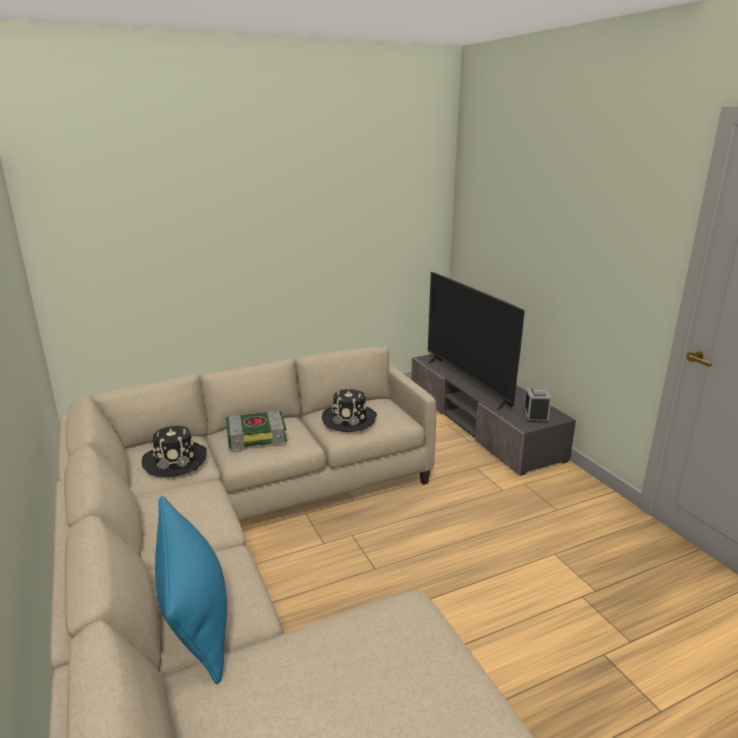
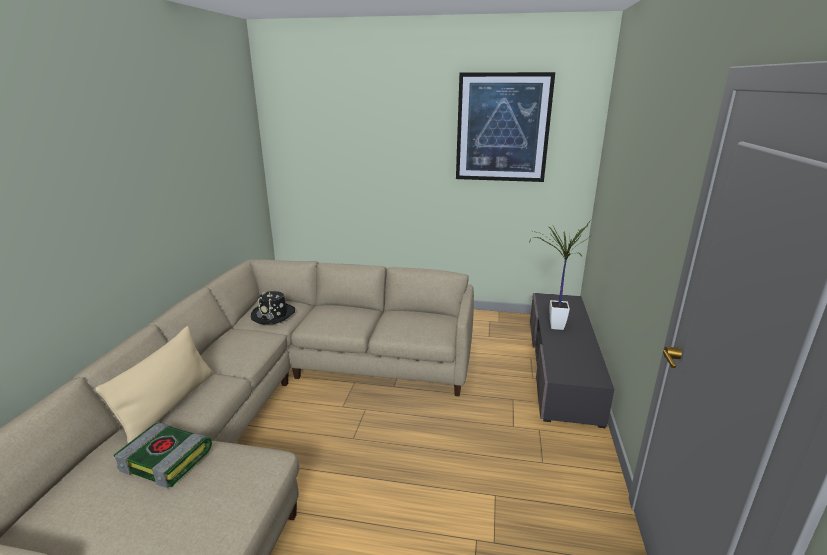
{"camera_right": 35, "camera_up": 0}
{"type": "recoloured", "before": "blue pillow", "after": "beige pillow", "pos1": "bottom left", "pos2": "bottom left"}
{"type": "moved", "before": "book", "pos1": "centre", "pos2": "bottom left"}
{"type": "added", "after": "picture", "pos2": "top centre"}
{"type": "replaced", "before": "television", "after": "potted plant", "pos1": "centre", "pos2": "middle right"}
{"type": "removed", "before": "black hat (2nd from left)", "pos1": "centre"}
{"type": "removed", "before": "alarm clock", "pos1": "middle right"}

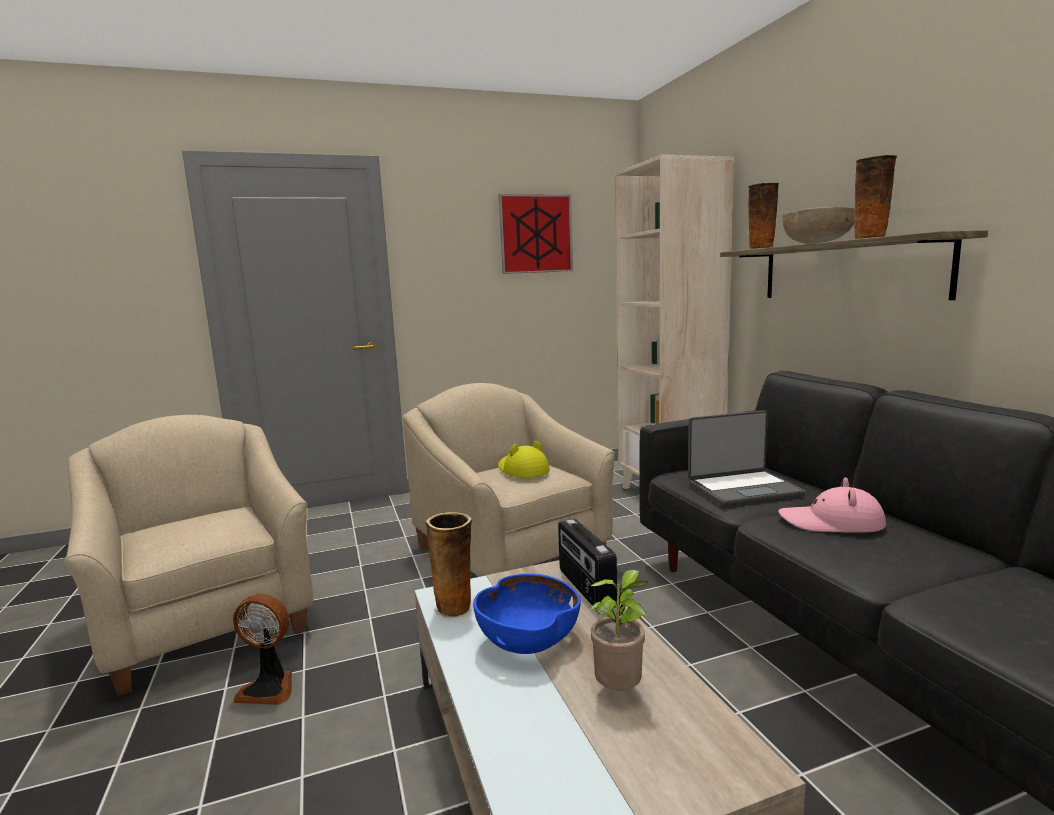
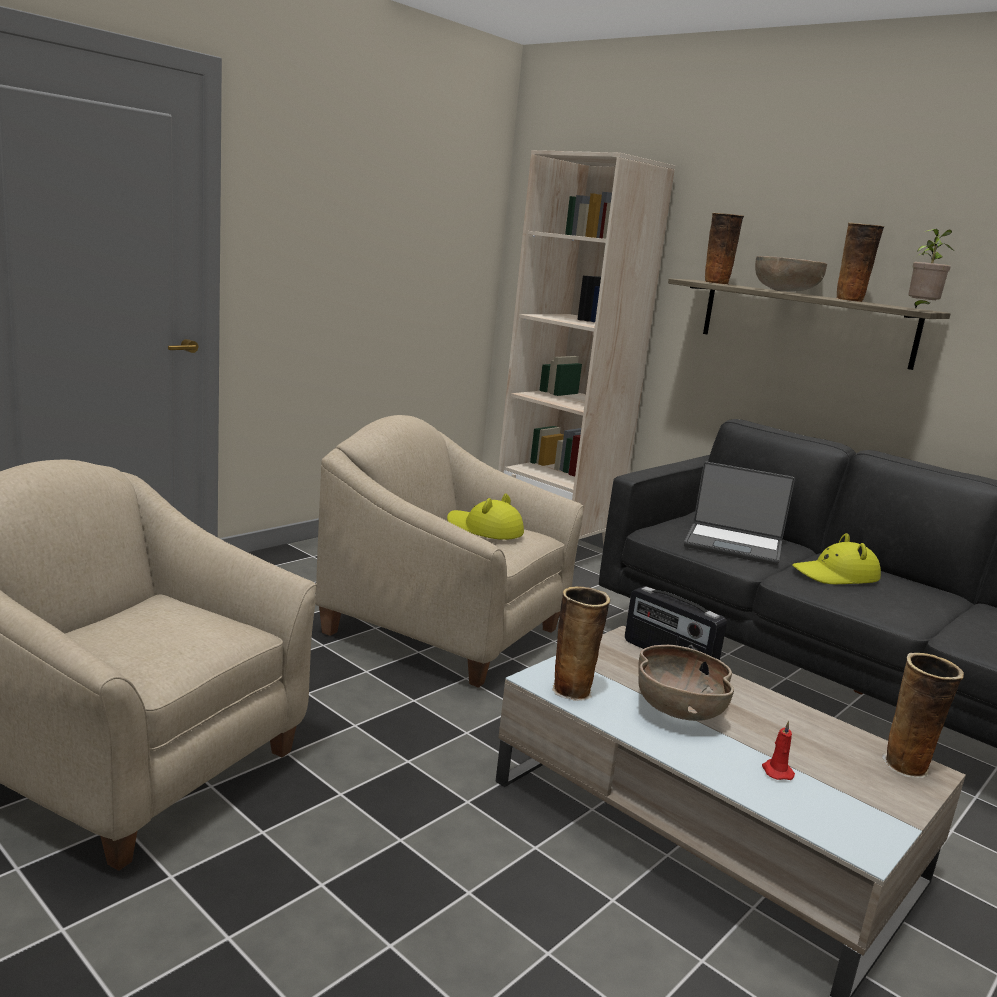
{"camera_right": -30, "camera_up": 5}
{"type": "recoloured", "before": "blue bowl", "after": "brown bowl (1st from left)", "pos1": "bottom centre", "pos2": "bottom right"}
{"type": "turned", "before": "laptop", "pos1": "middle right", "pos2": "middle right", "turn": 60}
{"type": "added", "after": "red candle", "pos2": "bottom right"}
{"type": "recoloured", "before": "pink hat", "after": "yellow hat (2nd from left)", "pos1": "middle right", "pos2": "middle right"}
{"type": "added", "after": "vase (4th from left)", "pos2": "bottom right"}
{"type": "moved", "before": "potted plant", "pos1": "bottom centre", "pos2": "top right"}
{"type": "removed", "before": "fan", "pos1": "bottom left"}
{"type": "removed", "before": "picture", "pos1": "top centre"}

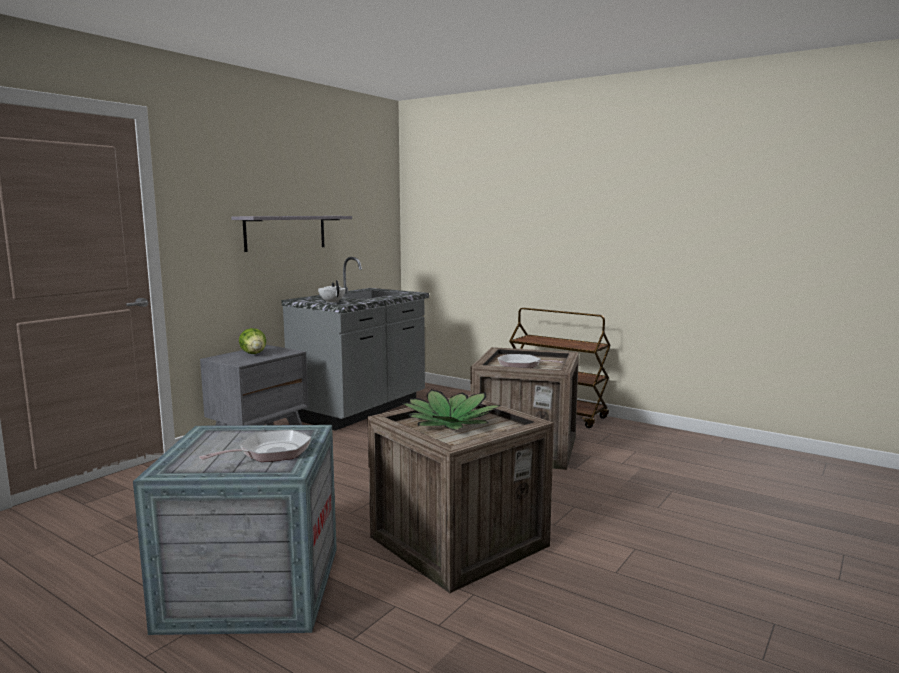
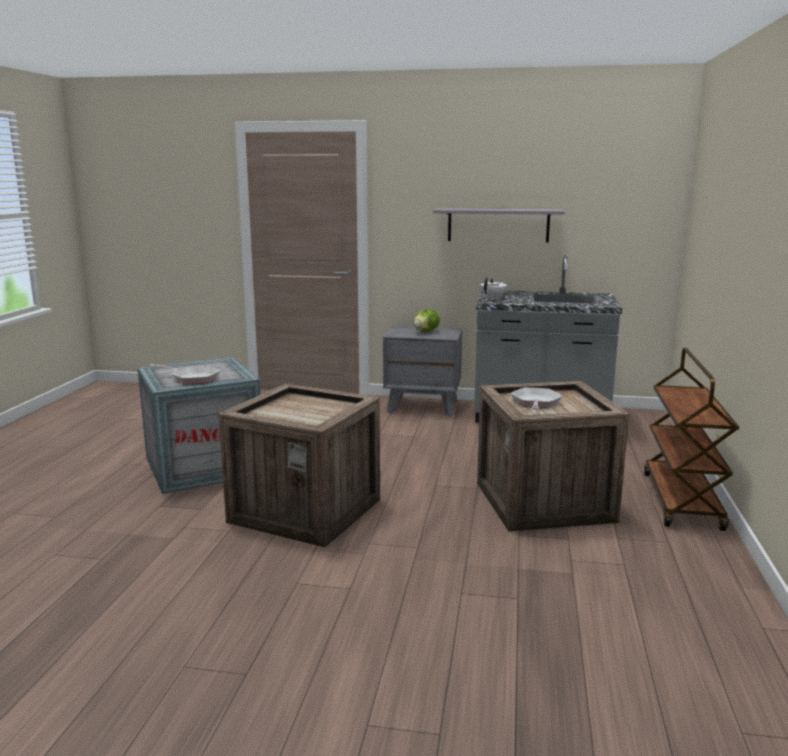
{"camera_right": 65, "camera_up": 5}
{"type": "removed", "before": "potted plant", "pos1": "centre"}

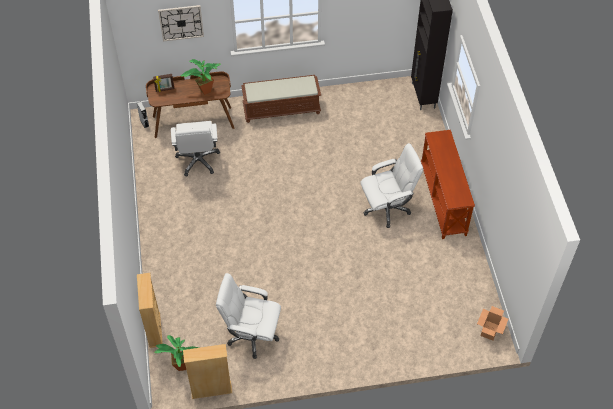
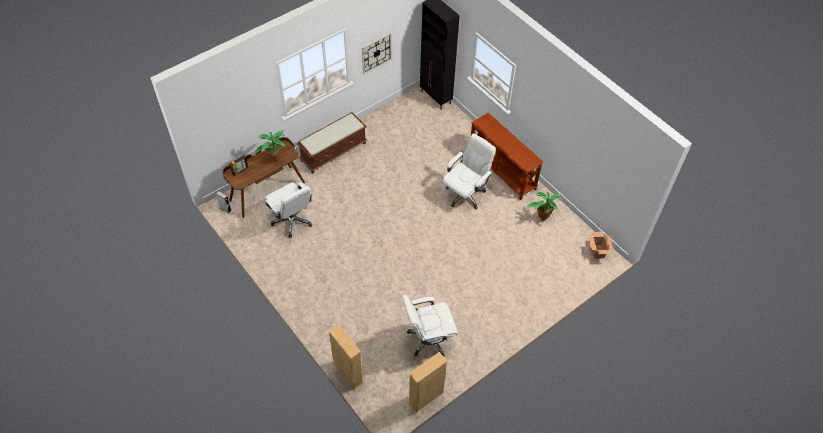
{"camera_right": -30, "camera_up": 0}
{"type": "moved", "before": "wall clock", "pos1": "top left", "pos2": "top centre"}
{"type": "moved", "before": "potted plant (1st from left in the first image)", "after": "potted plant (2nd from left)", "pos1": "bottom left", "pos2": "centre"}

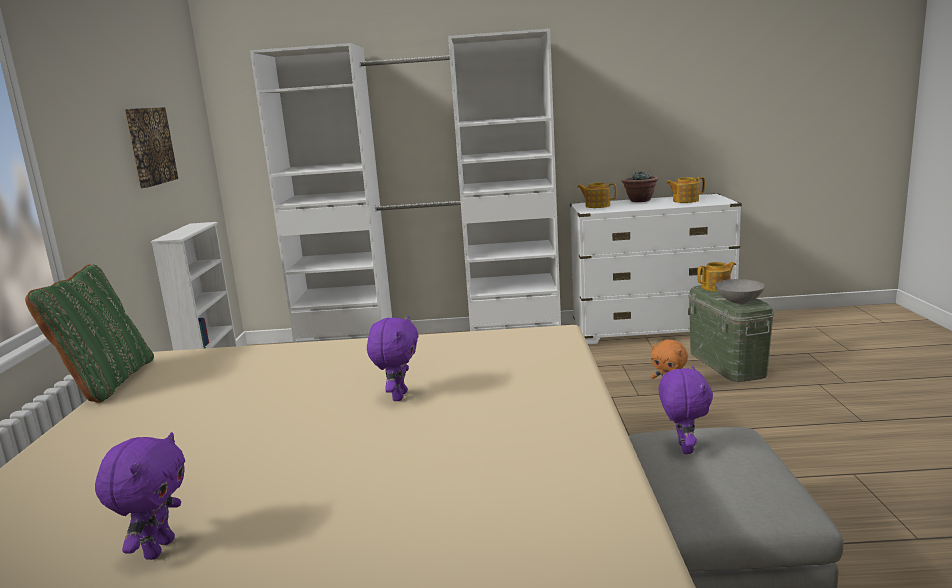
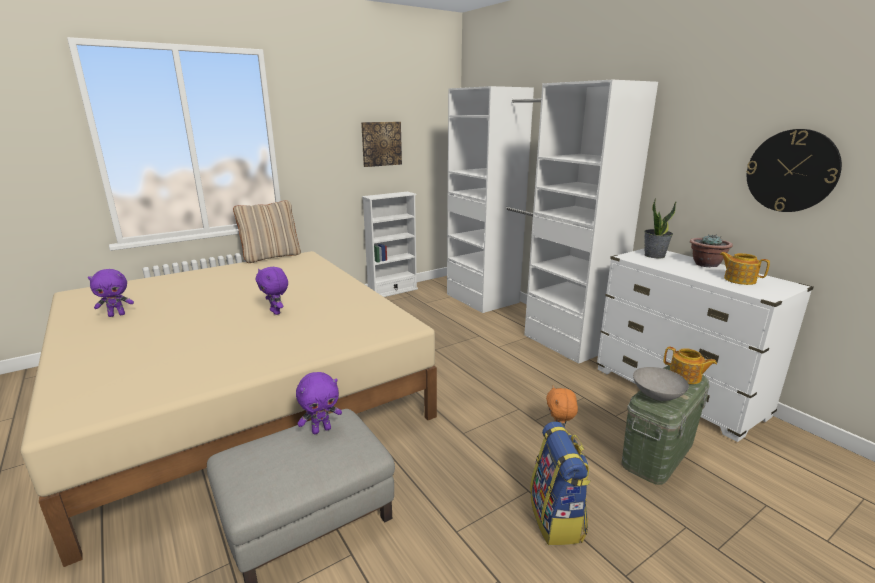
{"camera_right": 55, "camera_up": 5}
{"type": "recoloured", "before": "green pillow", "after": "beige pillow", "pos1": "middle left", "pos2": "middle left"}
{"type": "turned", "before": "purple plush toy (2nd from left)", "pos1": "centre", "pos2": "middle left", "turn": 75}
{"type": "added", "after": "backpack", "pos2": "bottom centre"}
{"type": "replaced", "before": "teapot (1st from left)", "after": "potted plant (1st from left)", "pos1": "top centre", "pos2": "middle right"}
{"type": "added", "after": "wall clock", "pos2": "top right"}

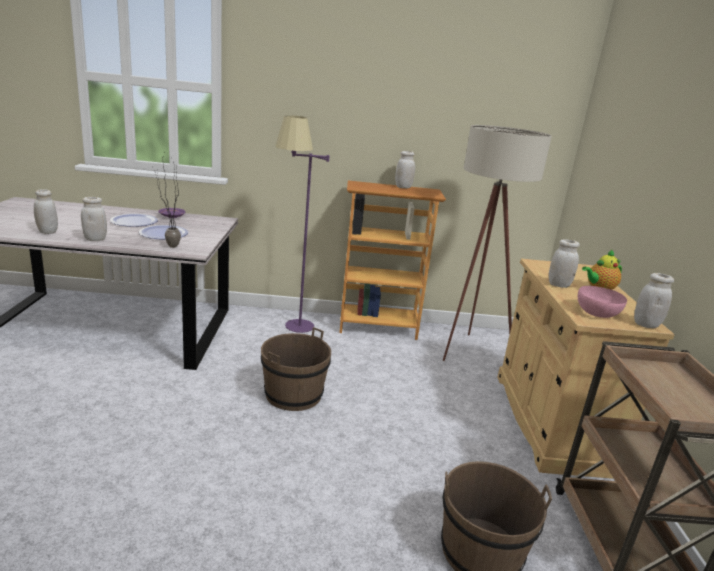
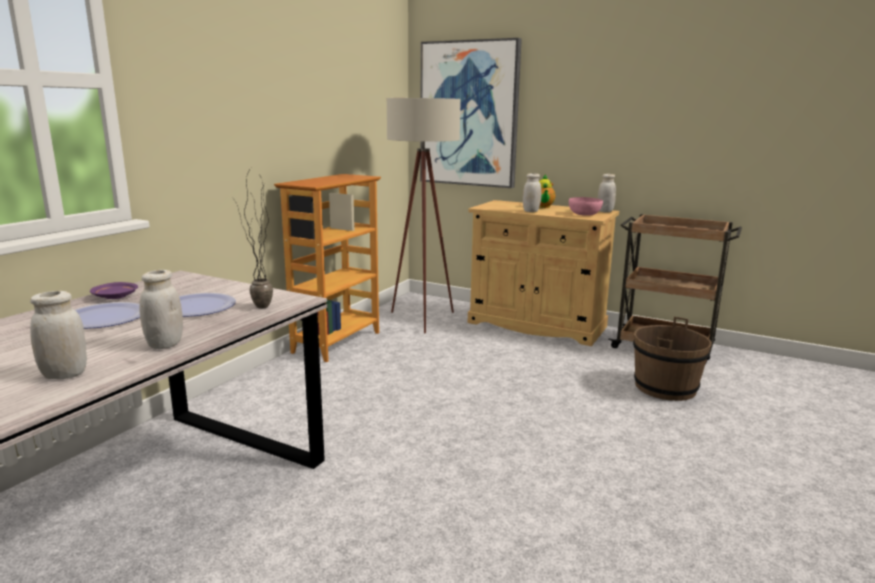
{"camera_right": -60, "camera_up": -5}
{"type": "added", "after": "picture", "pos2": "top centre"}
{"type": "removed", "before": "brown bucket (1st from left)", "pos1": "centre"}
{"type": "removed", "before": "purple floor lamp", "pos1": "centre"}
{"type": "removed", "before": "white jar (3rd from left)", "pos1": "top centre"}

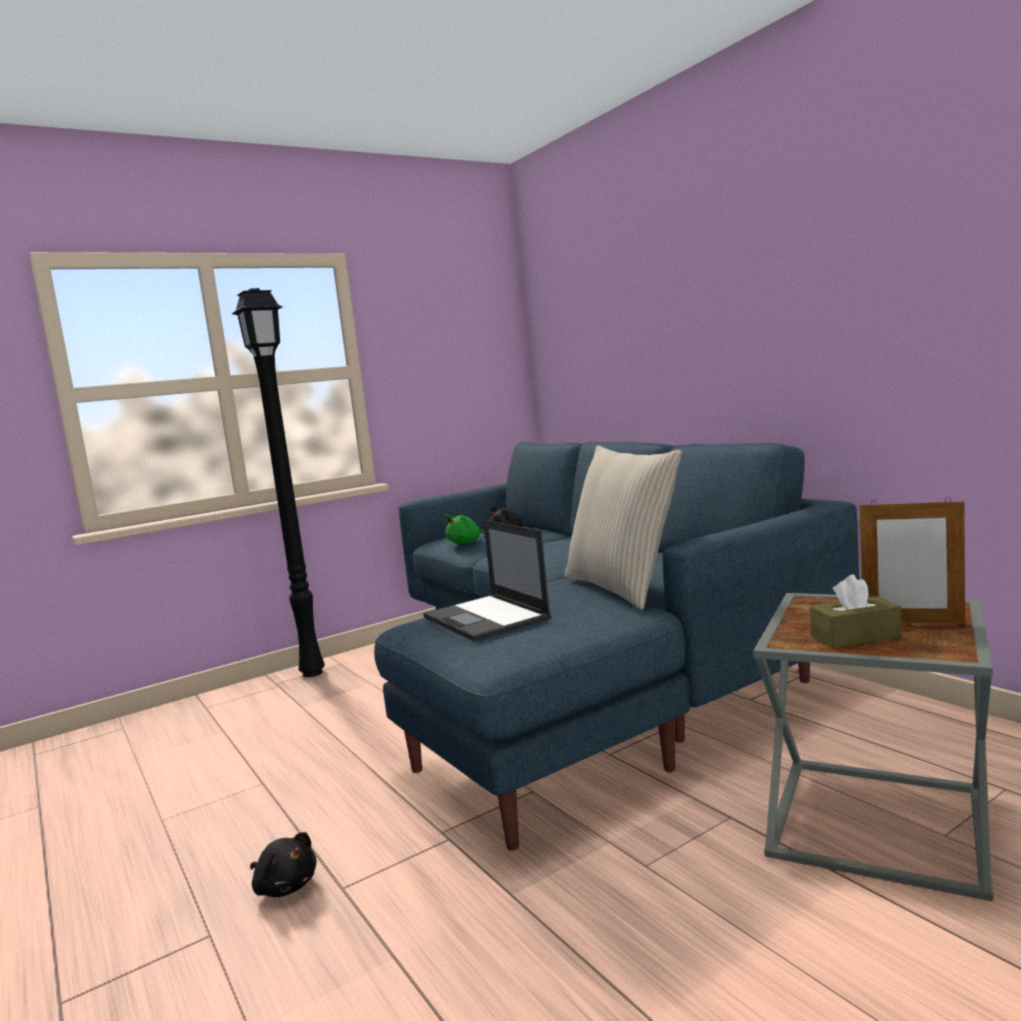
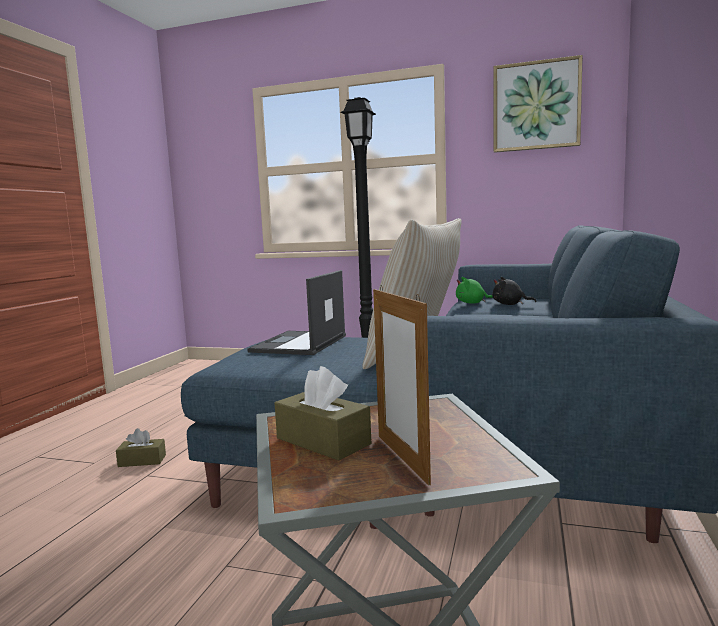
{"camera_right": 50, "camera_up": 0}
{"type": "replaced", "before": "black plush toy (1st from left)", "after": "brown tissue box (1st from left)", "pos1": "bottom left", "pos2": "bottom left"}
{"type": "added", "after": "picture", "pos2": "top right"}

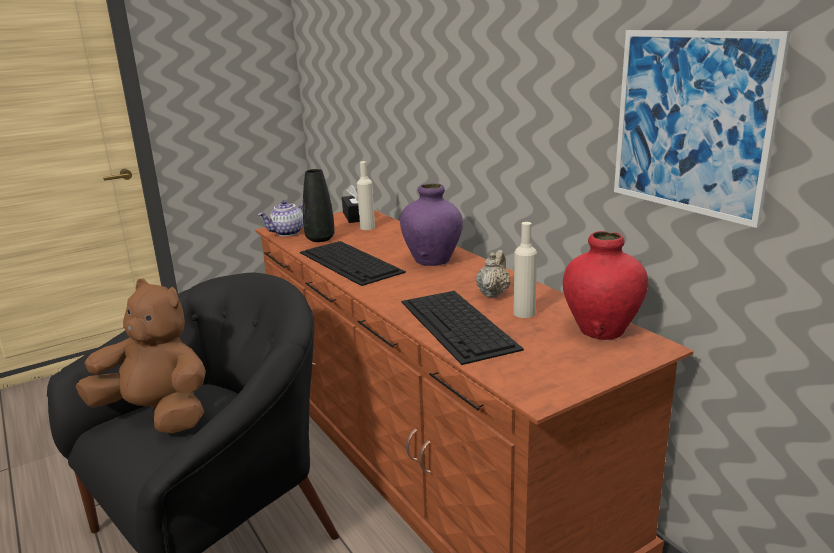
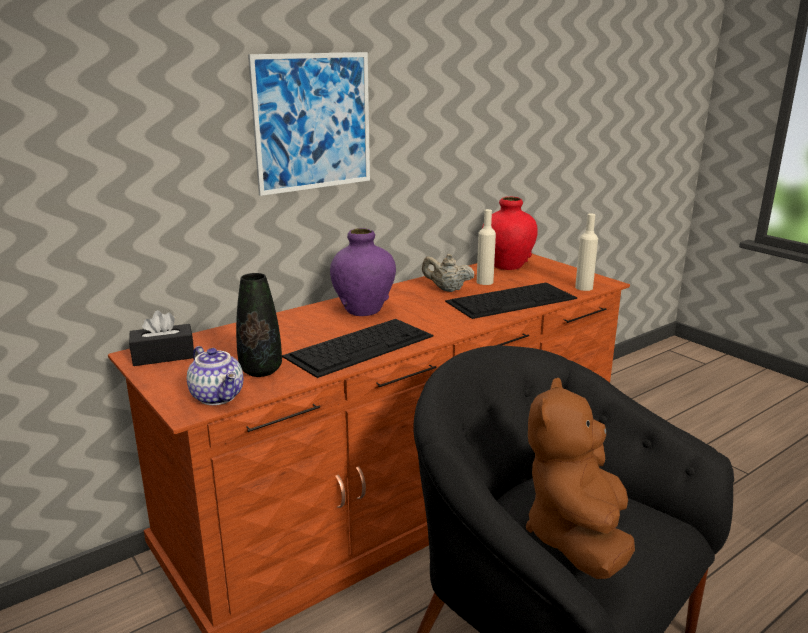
{"camera_right": -95, "camera_up": 0}
{"type": "moved", "before": "picture", "pos1": "top right", "pos2": "top centre"}
{"type": "moved", "before": "beige bottle (1st from left in the first image)", "after": "beige bottle (2nd from left)", "pos1": "centre", "pos2": "middle right"}

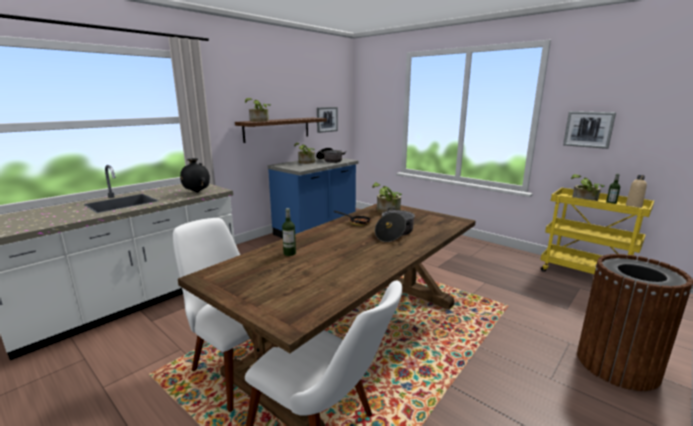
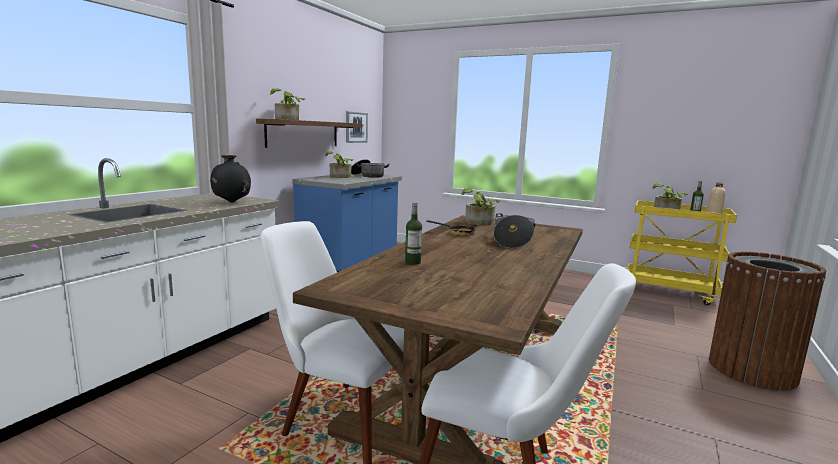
{"camera_right": -15, "camera_up": -5}
{"type": "removed", "before": "picture (2nd from left)", "pos1": "top right"}

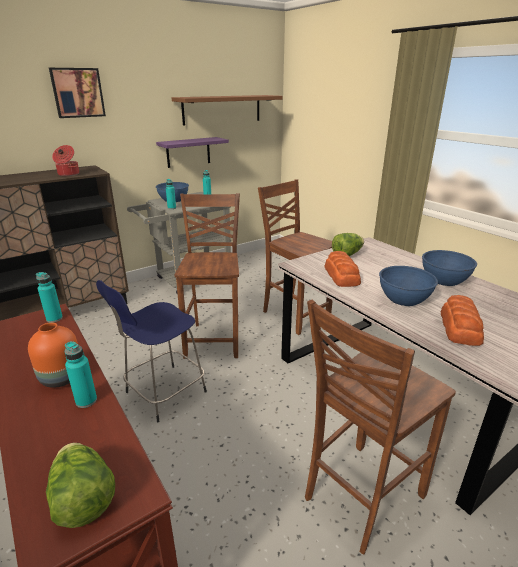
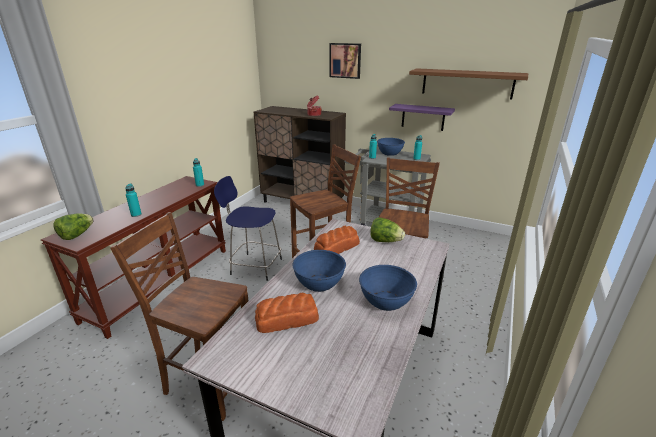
{"camera_right": 60, "camera_up": 0}
{"type": "removed", "before": "orange vase", "pos1": "middle left"}

